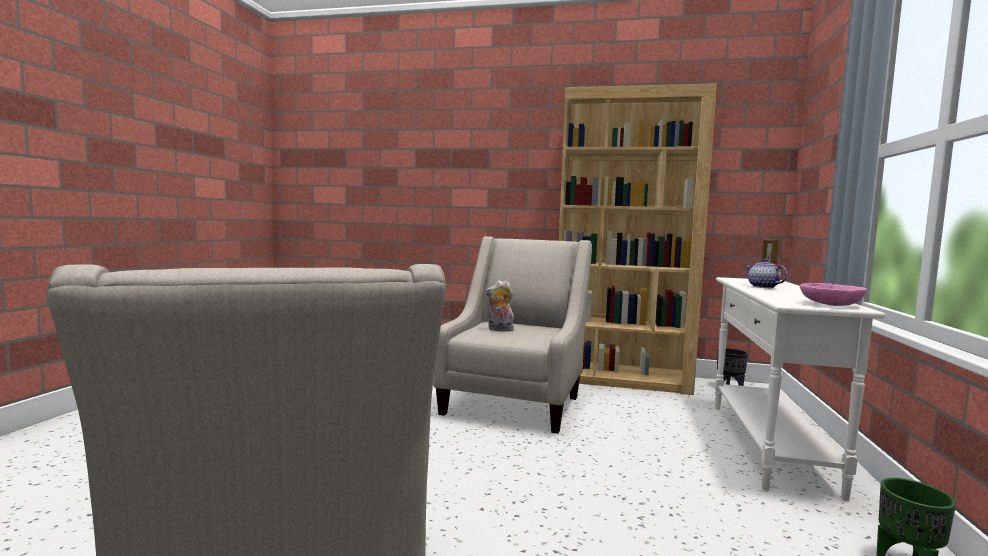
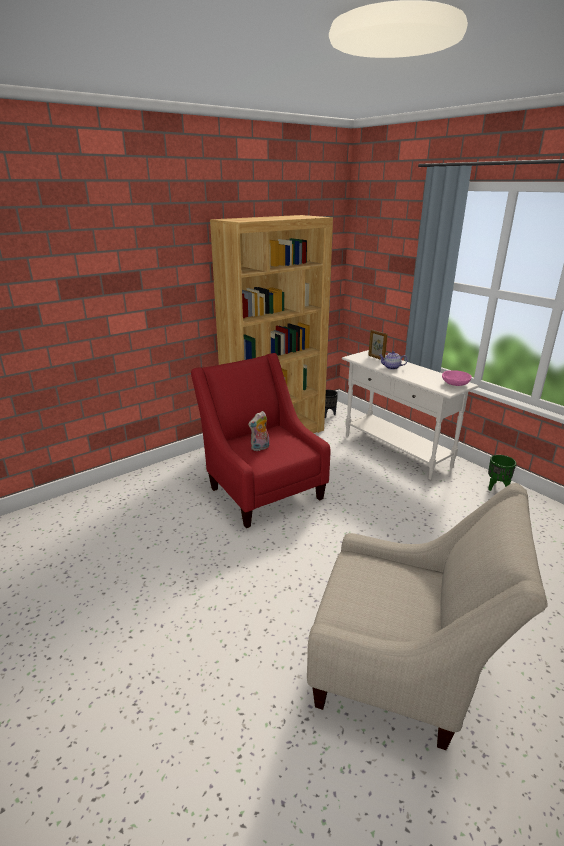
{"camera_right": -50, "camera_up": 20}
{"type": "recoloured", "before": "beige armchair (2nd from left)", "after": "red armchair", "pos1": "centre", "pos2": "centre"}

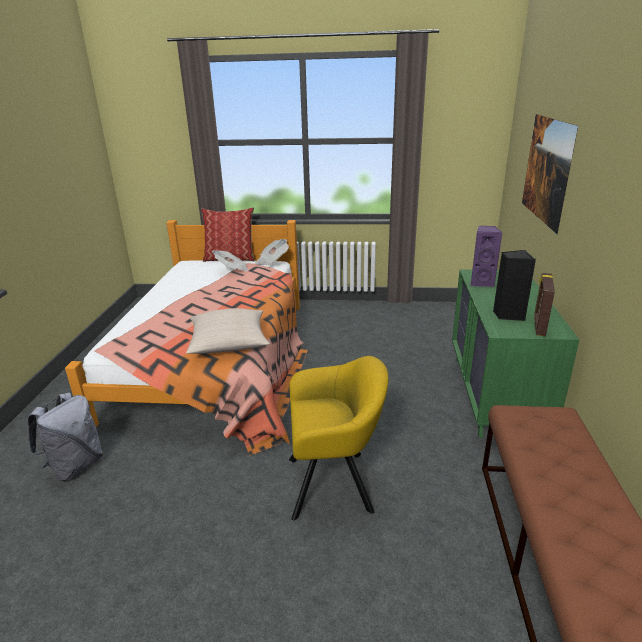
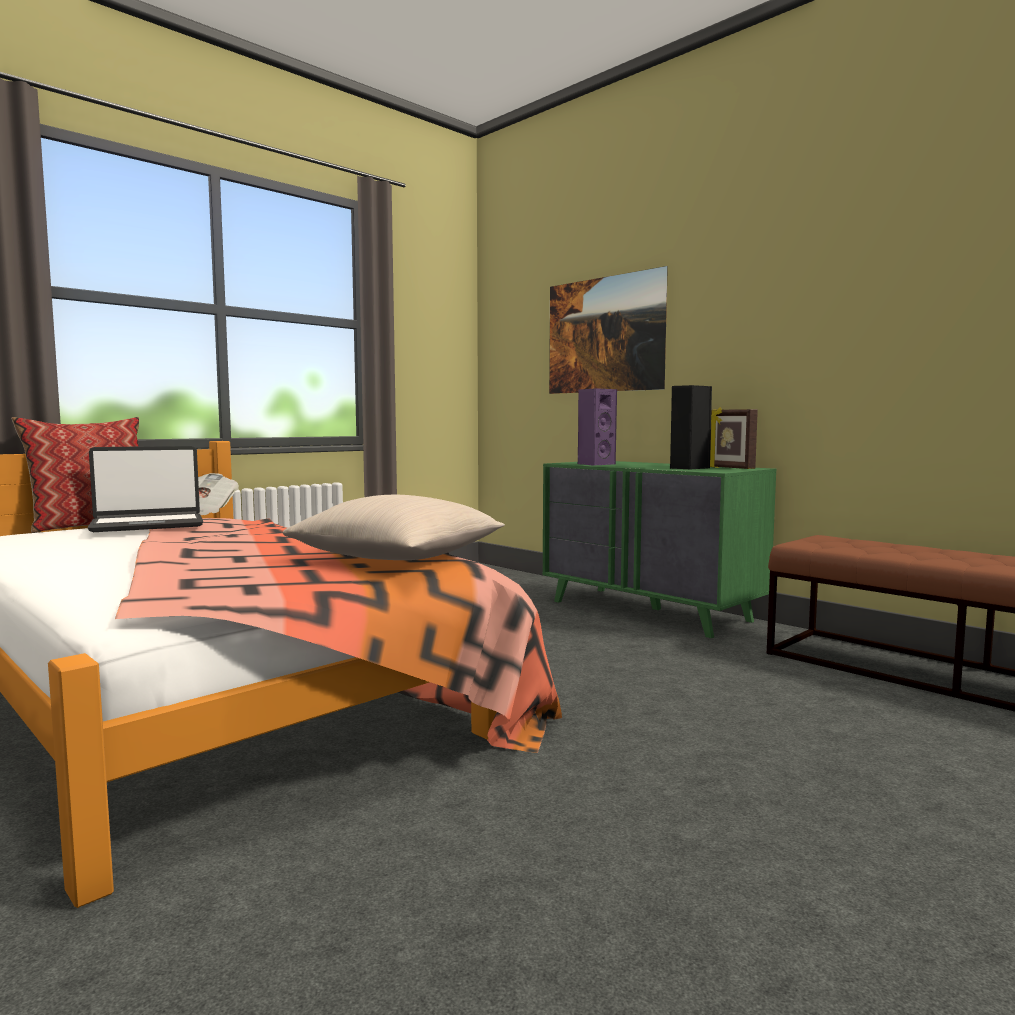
{"camera_right": -50, "camera_up": -20}
{"type": "replaced", "before": "newspaper (1st from left)", "after": "laptop", "pos1": "centre", "pos2": "middle left"}
{"type": "removed", "before": "grey backpack", "pos1": "bottom left"}
{"type": "removed", "before": "yellow armchair", "pos1": "bottom centre"}

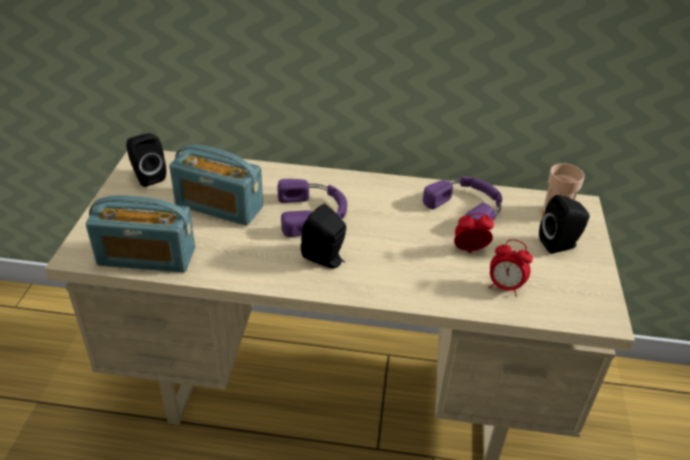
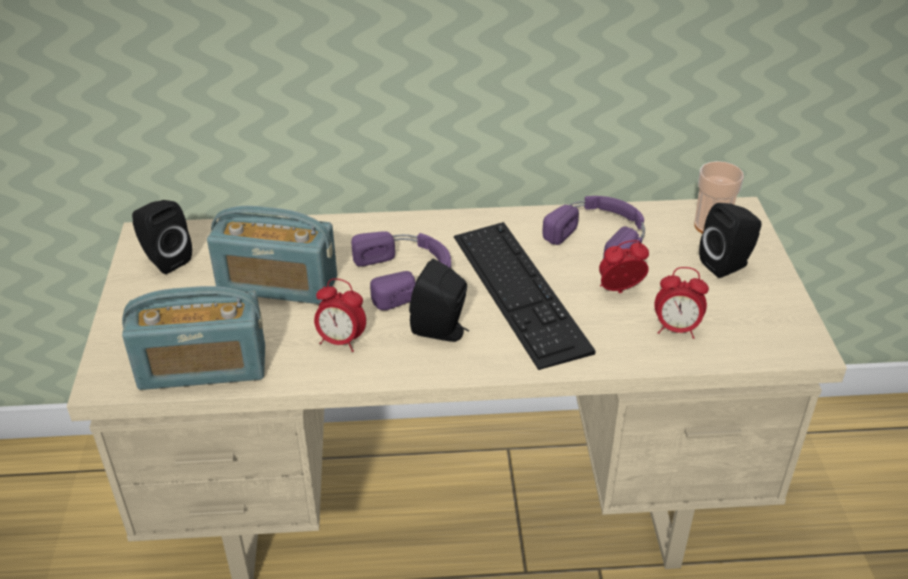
{"camera_right": -10, "camera_up": 0}
{"type": "added", "after": "alarm clock (1st from left)", "pos2": "centre"}
{"type": "added", "after": "keyboard", "pos2": "centre"}

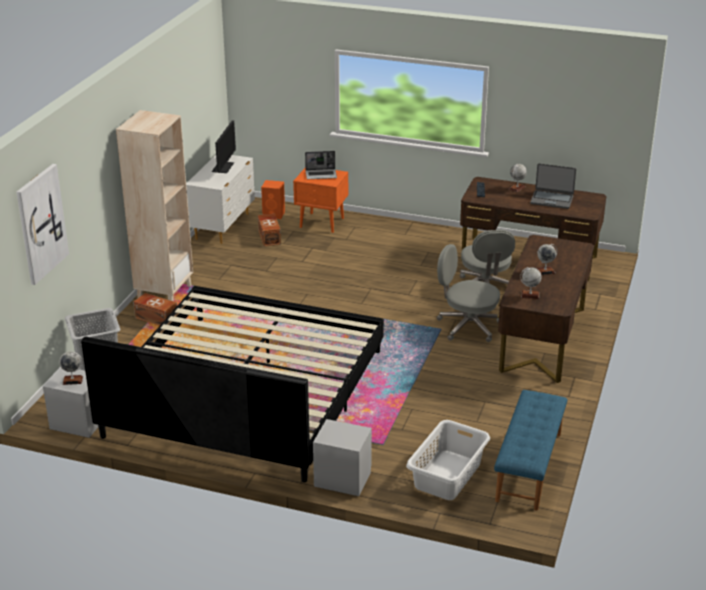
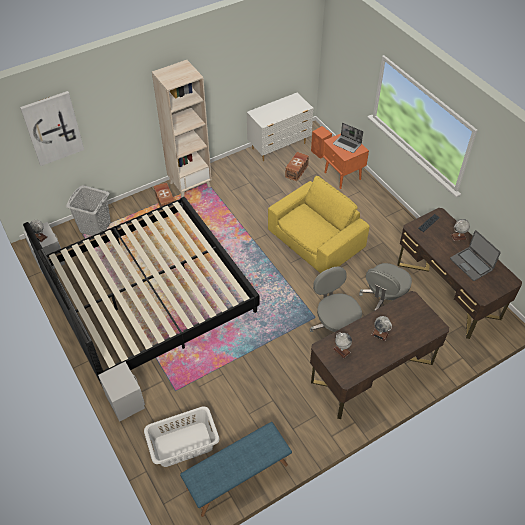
{"camera_right": 40, "camera_up": 20}
{"type": "added", "after": "yellow armchair", "pos2": "centre"}
{"type": "removed", "before": "monitor", "pos1": "top left"}

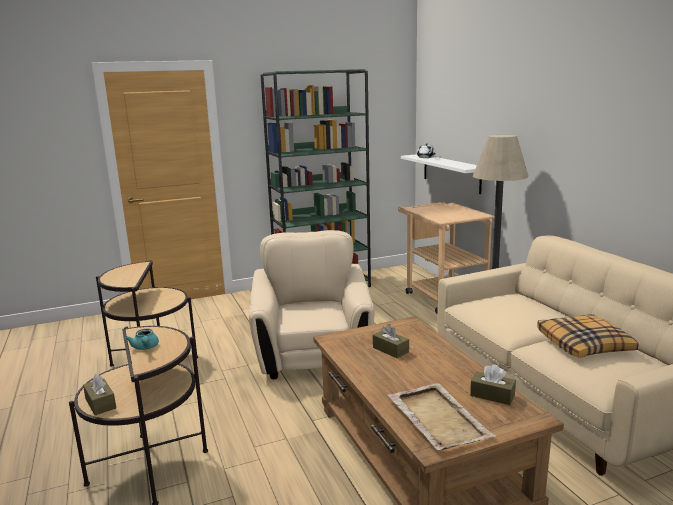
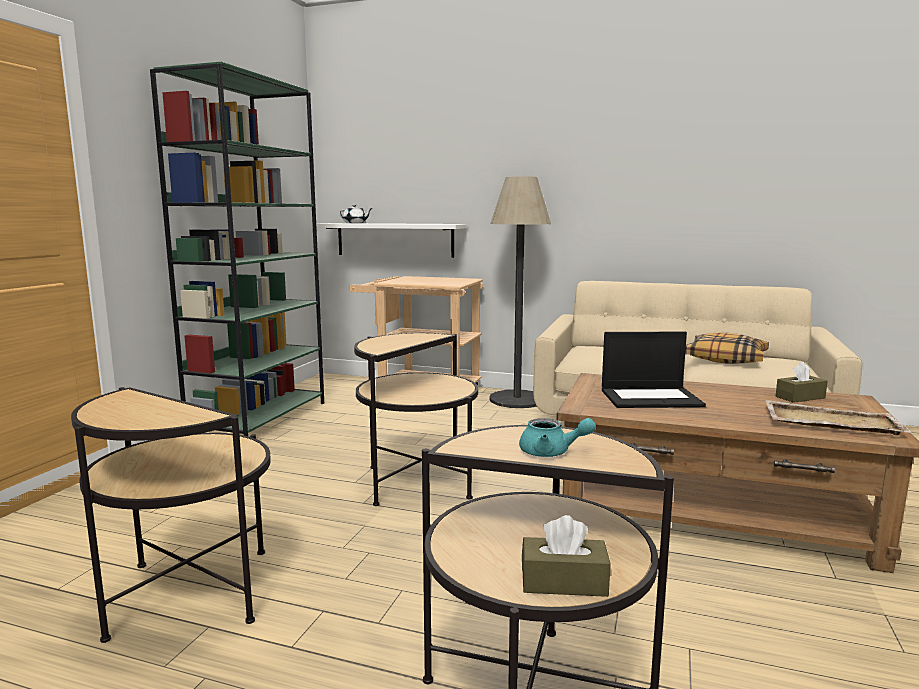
{"camera_right": -50, "camera_up": -5}
{"type": "replaced", "before": "beige armchair", "after": "side table (2nd from left)", "pos1": "centre", "pos2": "centre"}
{"type": "replaced", "before": "brown tissue box (2nd from left)", "after": "laptop", "pos1": "bottom centre", "pos2": "middle right"}

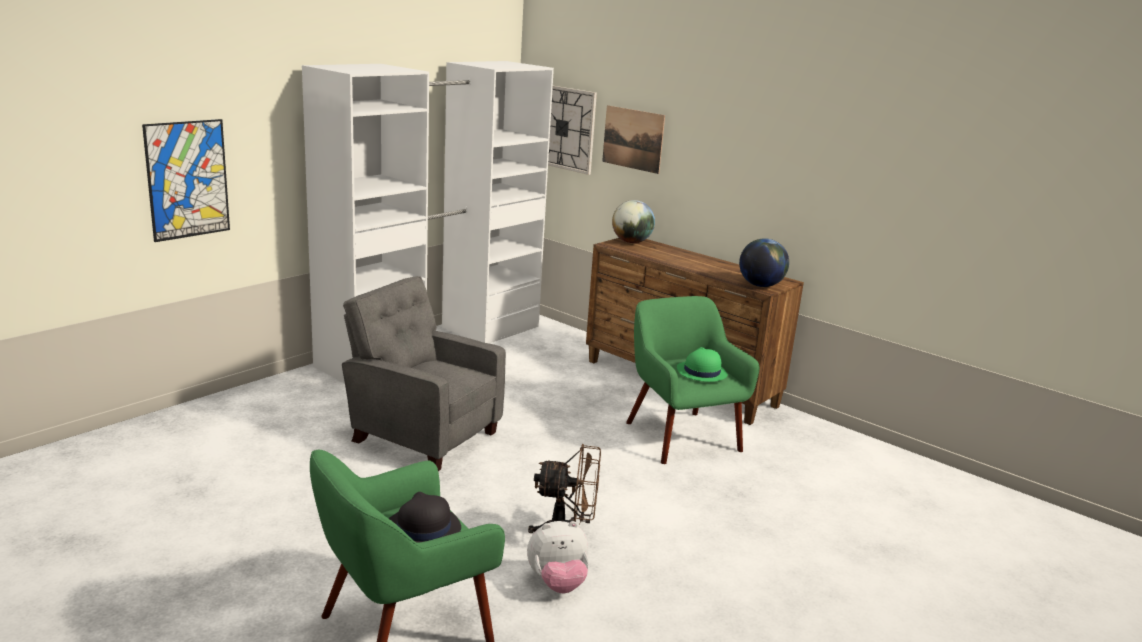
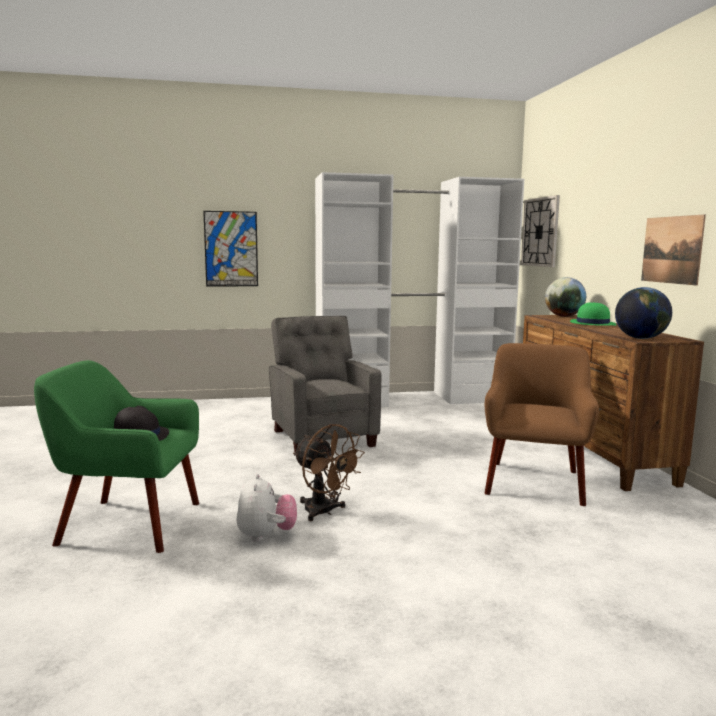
{"camera_right": 40, "camera_up": -10}
{"type": "turned", "before": "plush toy", "pos1": "bottom centre", "pos2": "bottom centre", "turn": -120}
{"type": "recoloured", "before": "green armchair (2nd from left)", "after": "brown armchair", "pos1": "centre", "pos2": "middle right"}
{"type": "moved", "before": "green hat", "pos1": "centre", "pos2": "middle right"}
{"type": "moved", "before": "picture (2nd from left)", "pos1": "top centre", "pos2": "middle right"}

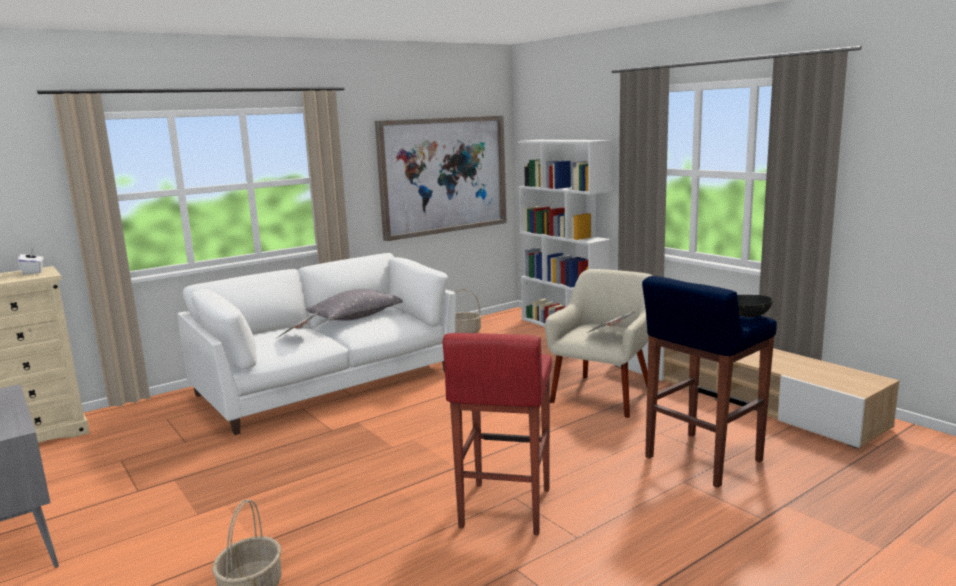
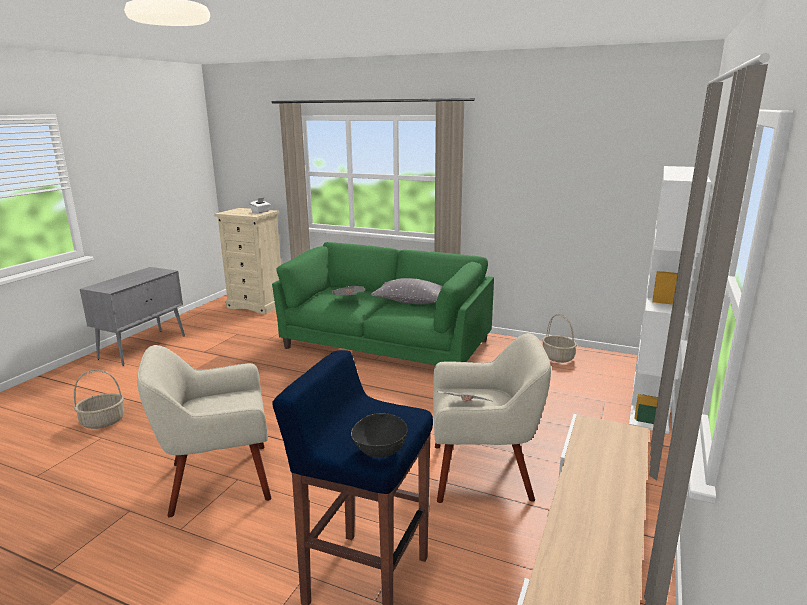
{"camera_right": 60, "camera_up": 5}
{"type": "replaced", "before": "red stool", "after": "beige armchair (1st from left)", "pos1": "bottom centre", "pos2": "bottom left"}
{"type": "recoloured", "before": "white sofa", "after": "green sofa", "pos1": "middle left", "pos2": "centre"}
{"type": "removed", "before": "picture", "pos1": "top centre"}

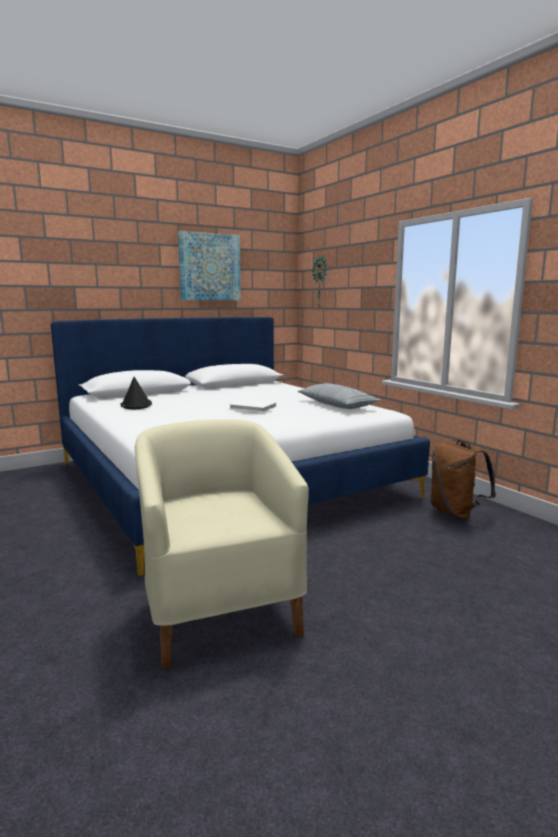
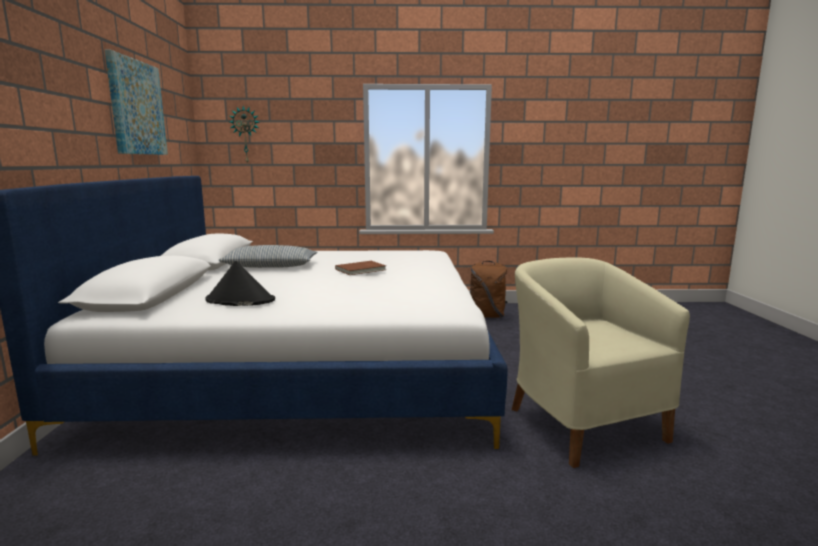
{"camera_right": -60, "camera_up": 0}
{"type": "moved", "before": "pillow", "pos1": "centre", "pos2": "middle left"}
{"type": "recoloured", "before": "white book", "after": "brown book", "pos1": "centre", "pos2": "centre"}
{"type": "turned", "before": "beige armchair", "pos1": "centre", "pos2": "middle right", "turn": 60}

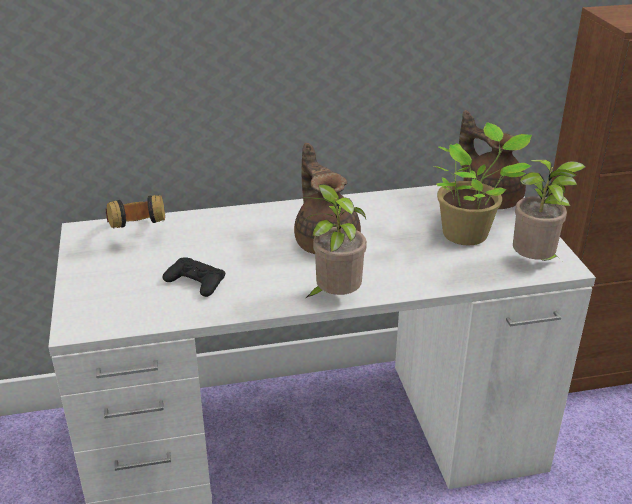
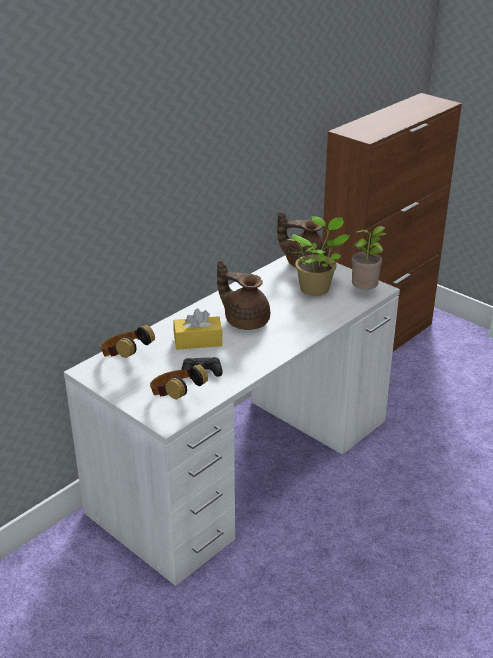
{"camera_right": -35, "camera_up": 0}
{"type": "added", "after": "headphones (2nd from left)", "pos2": "centre"}
{"type": "added", "after": "yellow tissue box", "pos2": "centre"}
{"type": "removed", "before": "potted plant (1st from left)", "pos1": "centre"}

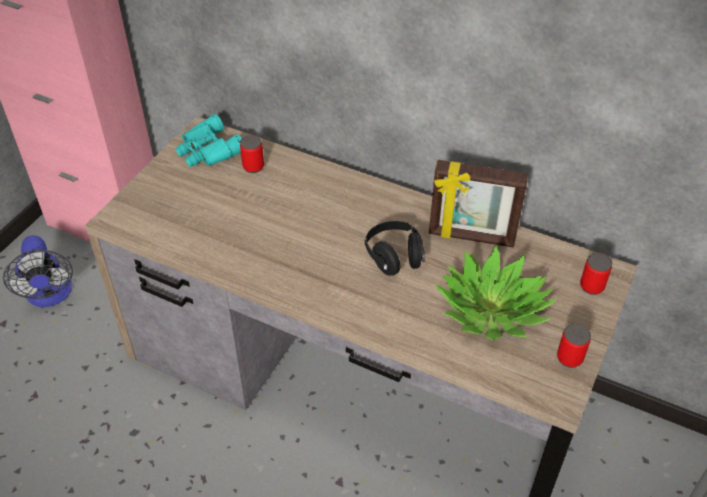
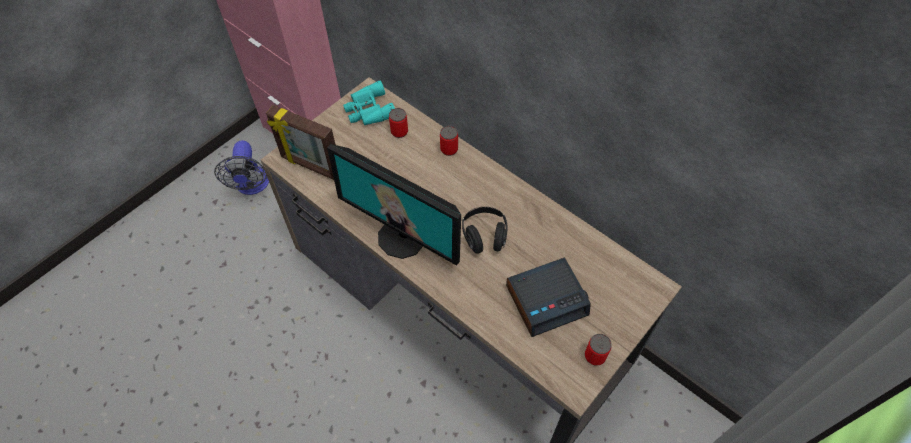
{"camera_right": 15, "camera_up": 10}
{"type": "moved", "before": "picture frame", "pos1": "middle right", "pos2": "top left"}
{"type": "added", "after": "monitor", "pos2": "centre"}
{"type": "moved", "before": "can (3rd from left in the first image)", "after": "can (2nd from left)", "pos1": "middle right", "pos2": "top centre"}
{"type": "replaced", "before": "potted plant", "after": "alarm clock", "pos1": "middle right", "pos2": "bottom centre"}

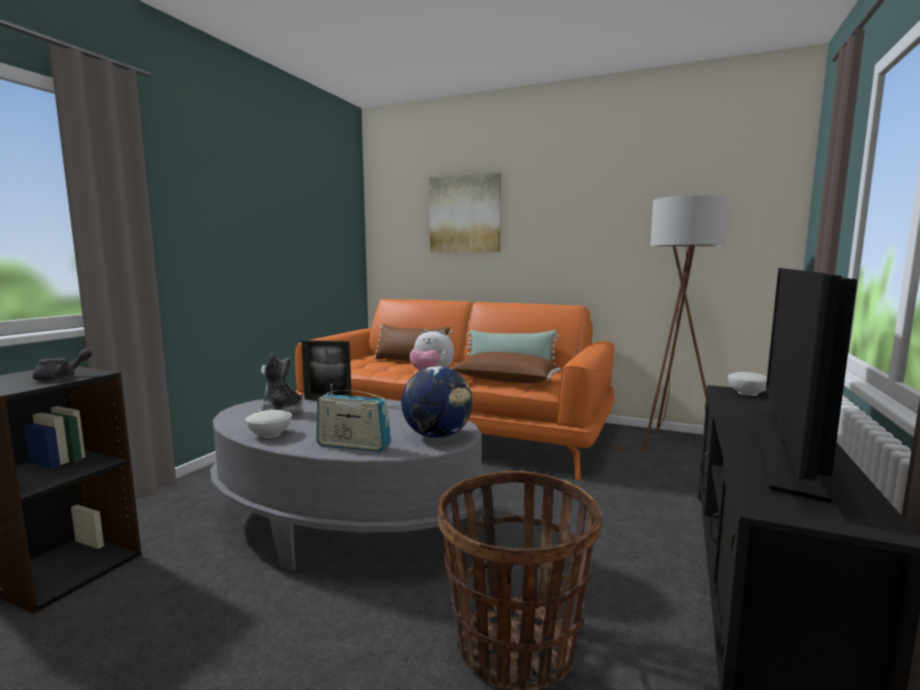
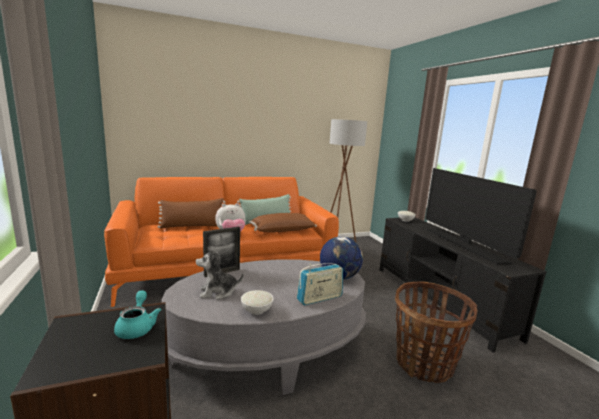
{"camera_right": -45, "camera_up": 5}
{"type": "recoloured", "before": "grey teapot", "after": "turquoise teapot", "pos1": "middle left", "pos2": "bottom left"}
{"type": "removed", "before": "picture", "pos1": "top centre"}

